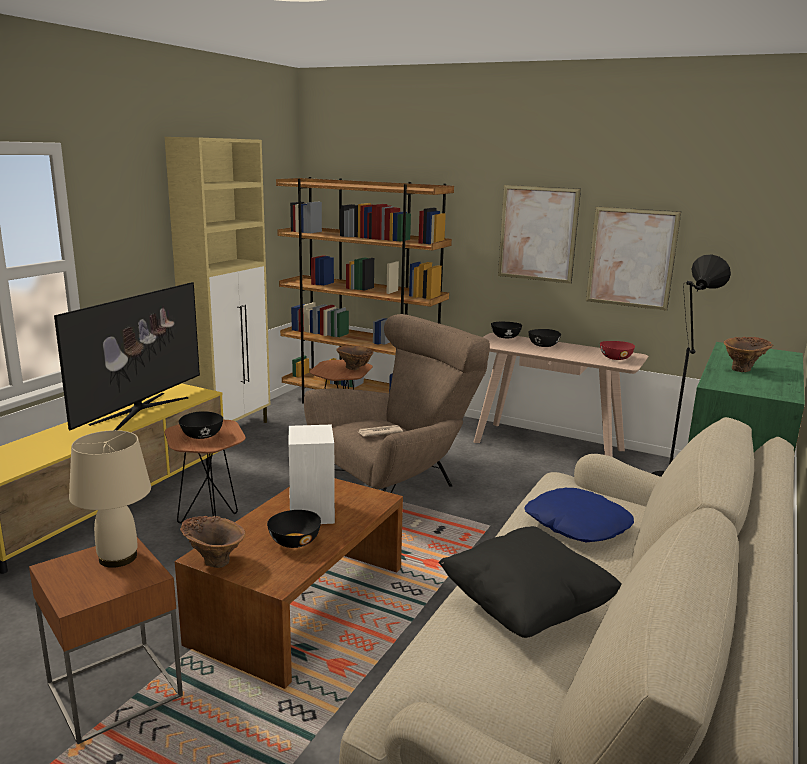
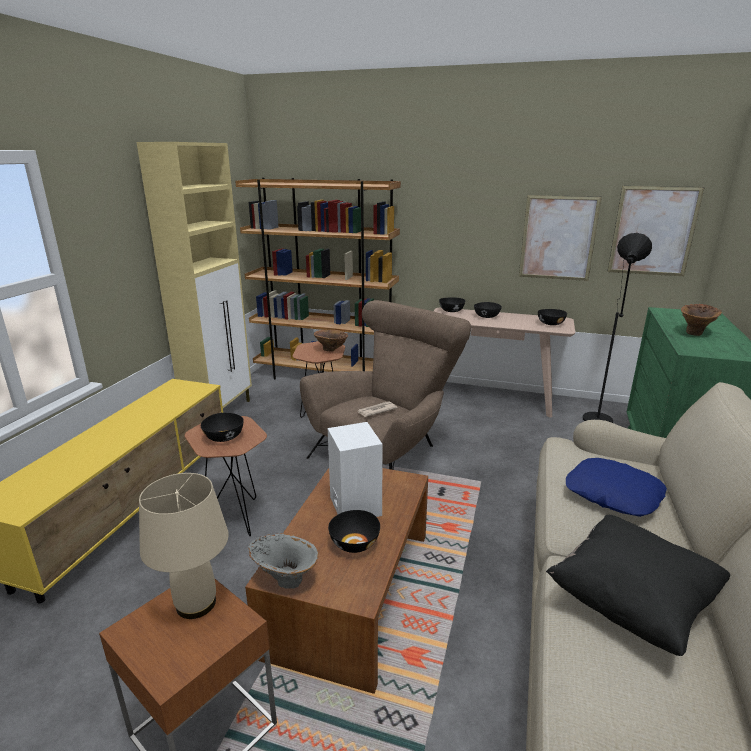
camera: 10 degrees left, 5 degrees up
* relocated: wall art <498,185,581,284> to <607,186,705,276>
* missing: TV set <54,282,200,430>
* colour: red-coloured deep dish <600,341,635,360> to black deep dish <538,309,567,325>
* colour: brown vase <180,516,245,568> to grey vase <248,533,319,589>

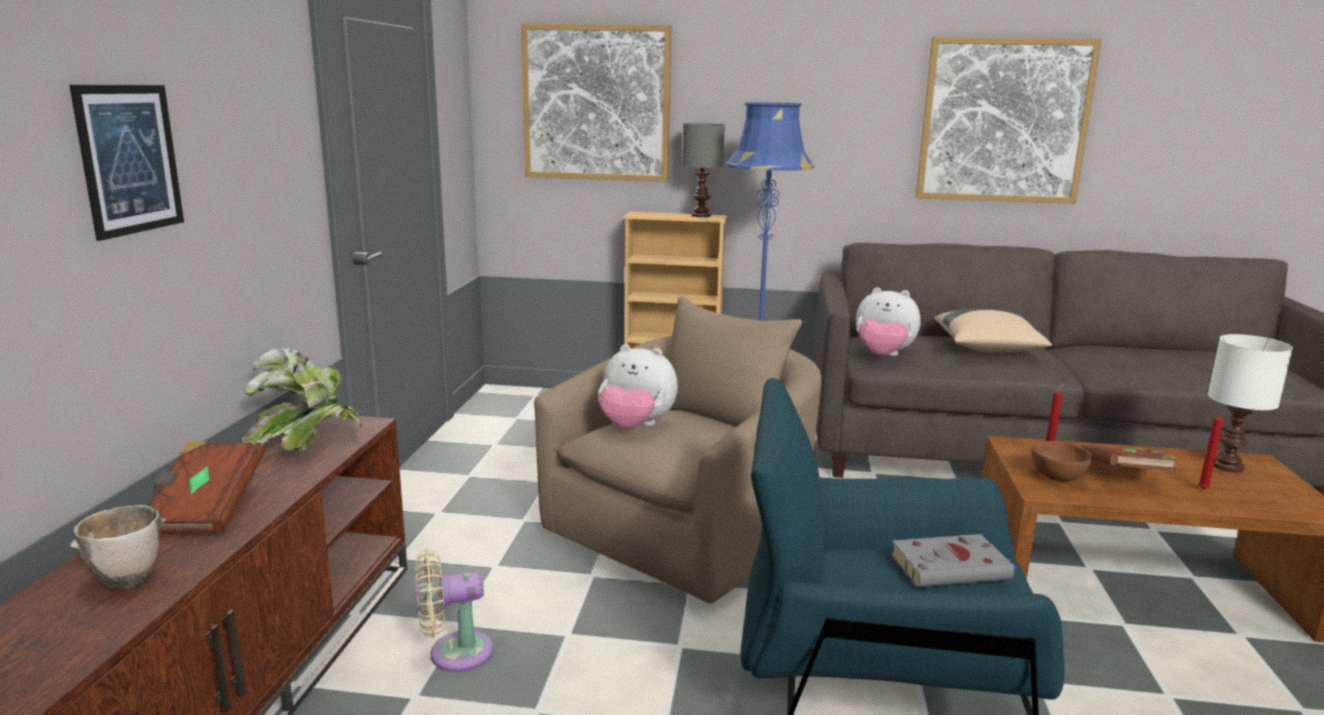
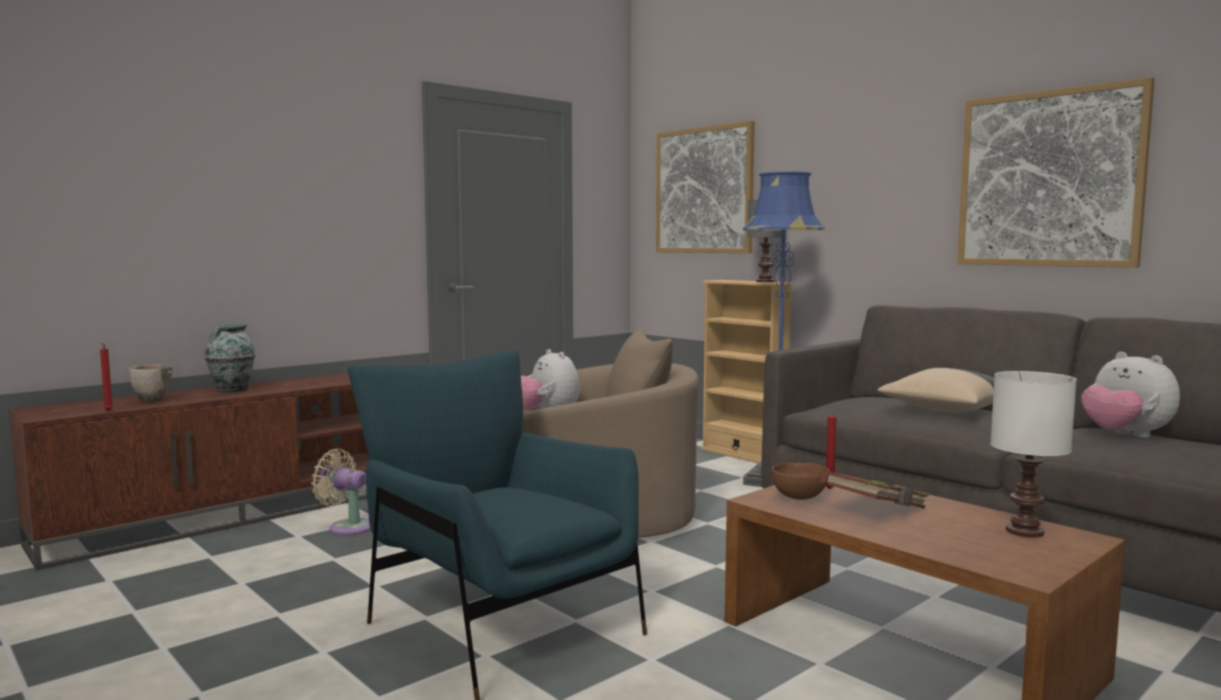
camera: 40 degrees right, 10 degrees down
* missing: wall art <69,85,184,241>
* relocated: plush toy <856,287,921,356> to <1081,352,1180,438>
* missing: plant in a pot <242,348,362,452>
* relocated: red-coloured candle <1198,412,1231,490> to <100,343,114,411>
* exchanged: brown bound book <148,441,265,534> to vase <205,324,255,392>
* missing: grey bound book <891,534,1018,587>

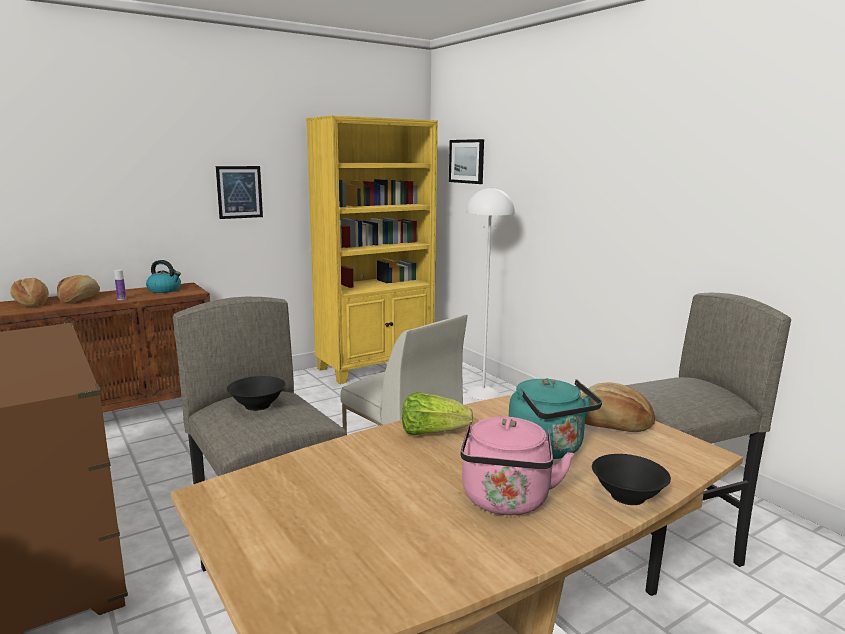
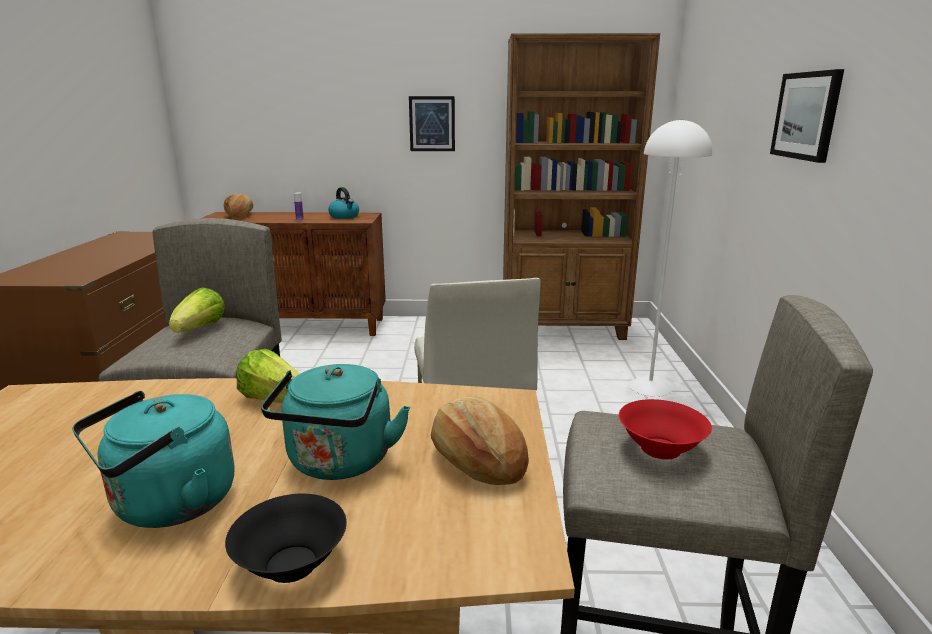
camera: 35 degrees right, 5 degrees up
* colour: yellowish bookshelf <306,115,438,384> to brown bookshelf <503,33,660,340>
* relocated: wall art <449,139,484,184> to <770,69,844,163>
* missing: bakery bread <57,275,100,304>
* exchanged: black deep dish <227,376,286,411> to lettuce head <169,287,225,333>
* colour: pinkish kettle <461,417,574,515> to blue-green kettle <72,391,235,528>
* appeared: red-coloured deep dish <619,399,712,460>

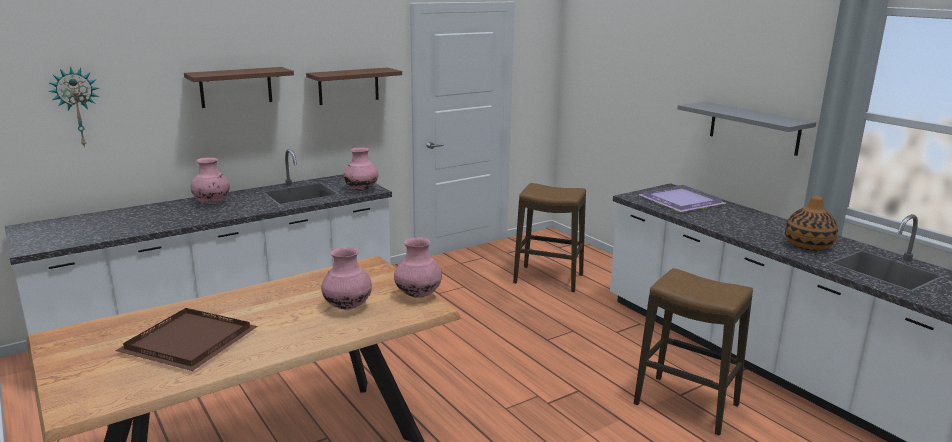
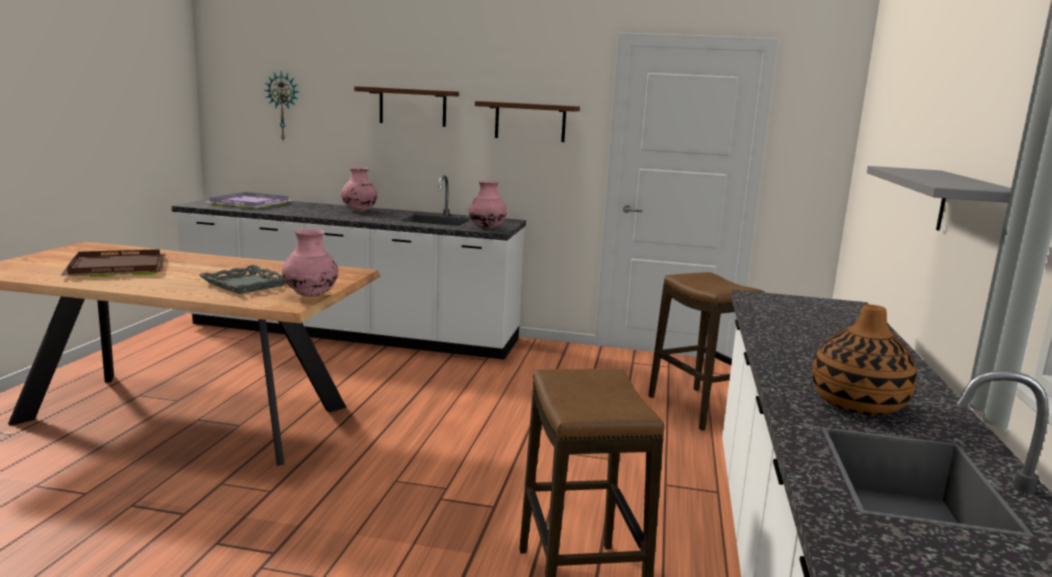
camera: 45 degrees right, 5 degrees down
* relocated: purple tray <639,185,726,213> to <207,192,293,208>
* exchanged: pinkish vase <321,247,372,309> to grey tray <199,265,286,294>

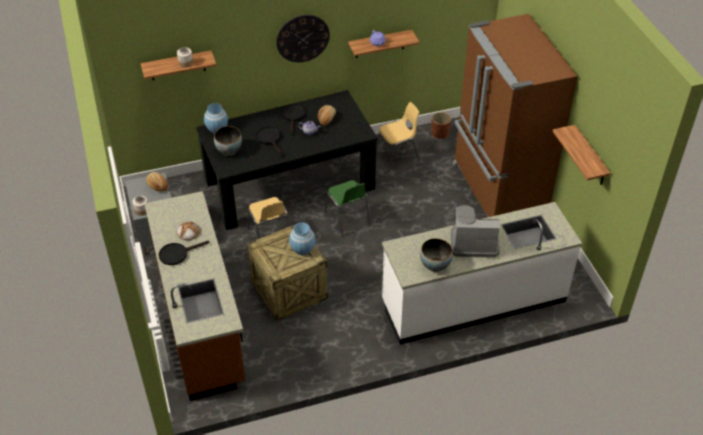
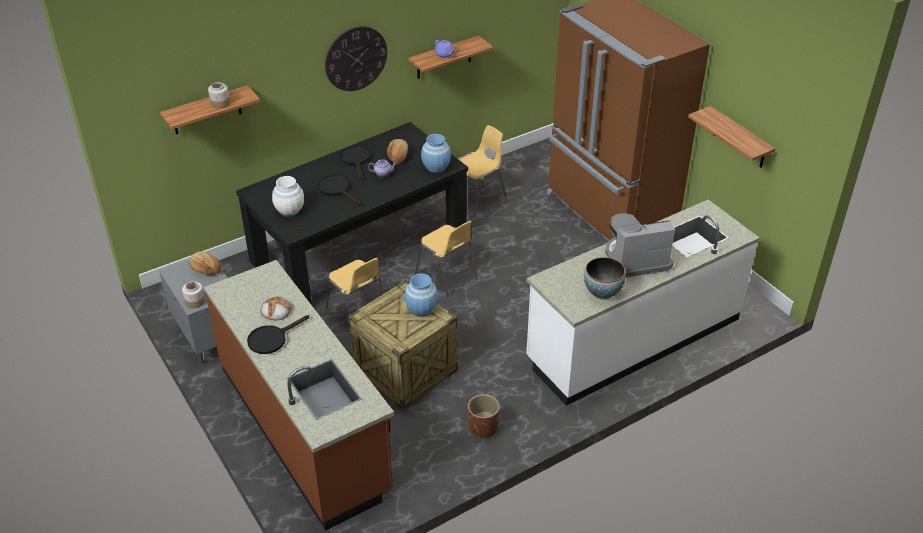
camera: 15 degrees left, 5 degrees down
* relocated: bluish vase <204,103,228,134> to <421,134,451,173>
* relocated: brown planter <431,112,451,139> to <468,394,500,438>
* exchanged: deep dish <214,126,242,156> to white vase <272,176,304,217>
* colour: greenish chair <324,180,371,237> to yellowish chair <415,221,478,297>

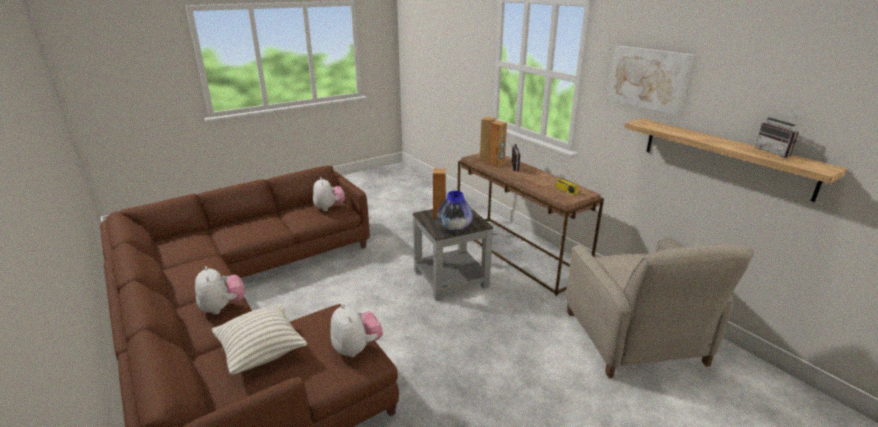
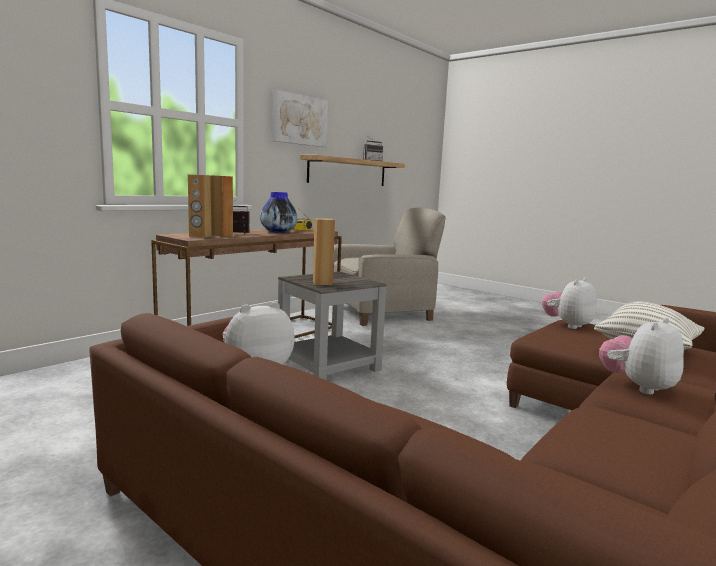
camera: 105 degrees left, 15 degrees down
* relocated: vase <437,191,473,231> to <260,192,298,233>

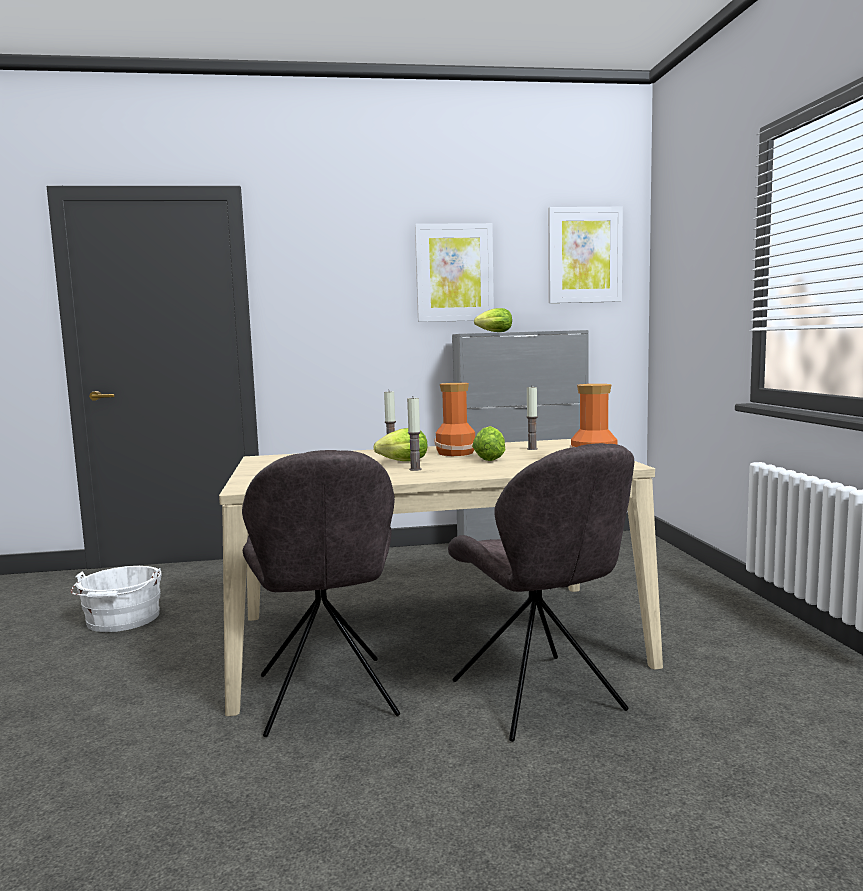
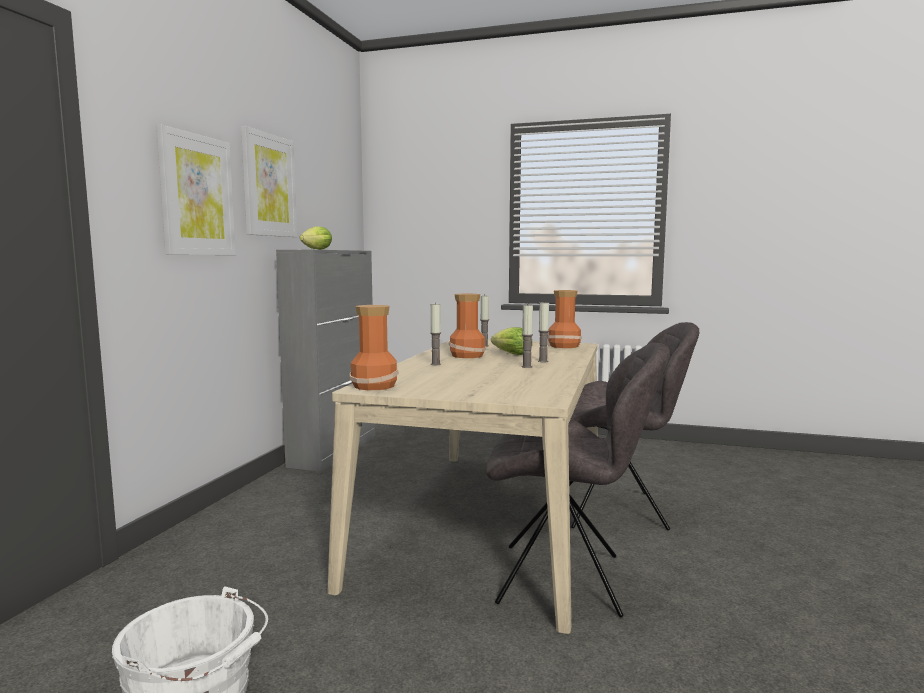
camera: 65 degrees left, 0 degrees up
* relocated: wall art <548,207,623,303> to <157,125,236,255>
* missing: lettuce head <374,428,427,461>
* appeared: candle <538,301,549,362>
* appeared: vase <350,305,399,390>

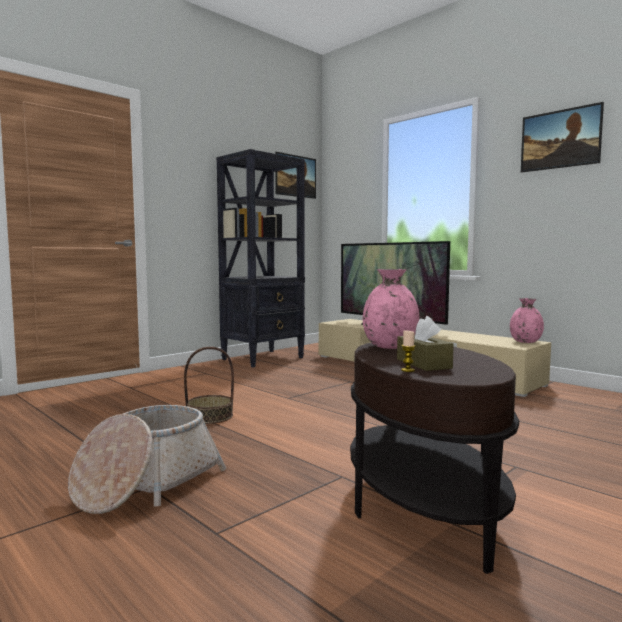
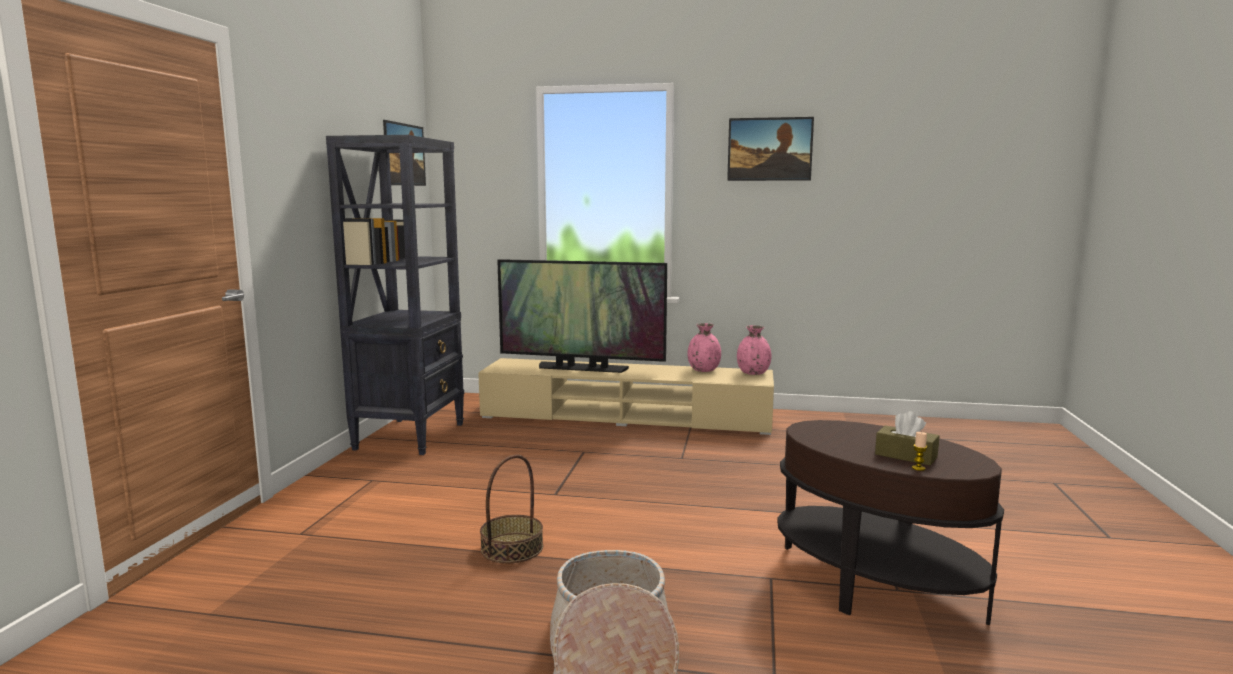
camera: 35 degrees left, 5 degrees up
* relocated: pinkish vase <363,269,419,349> to <688,323,721,372>

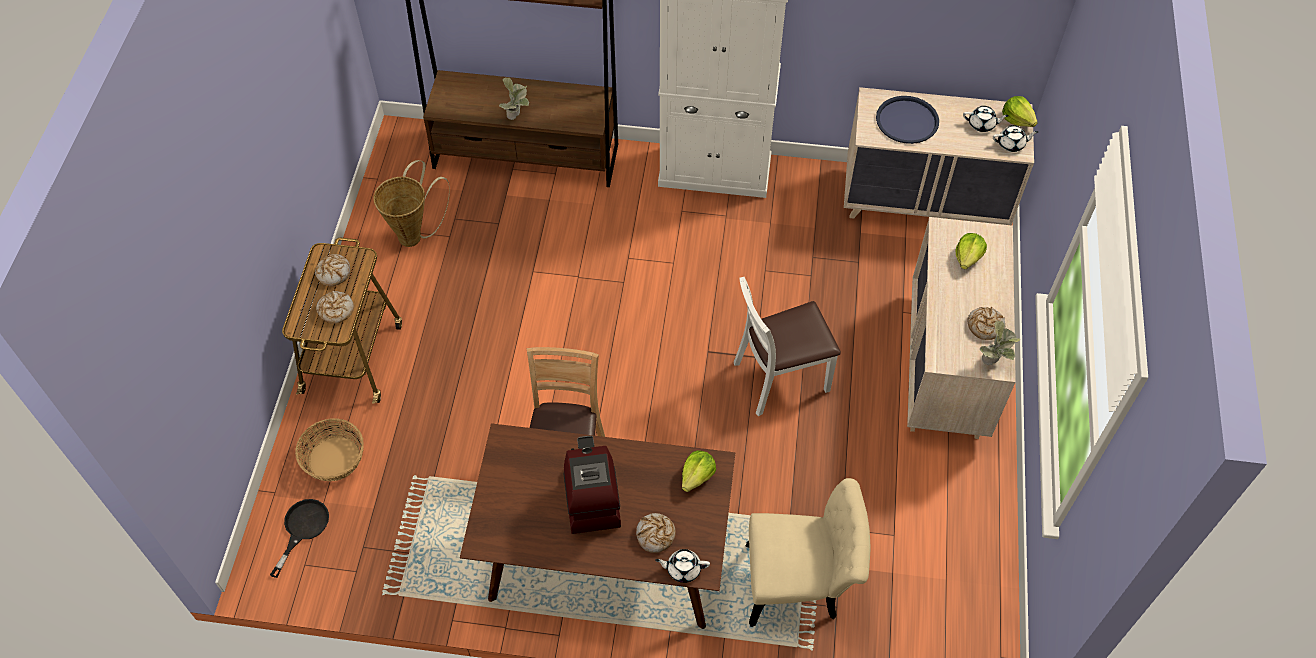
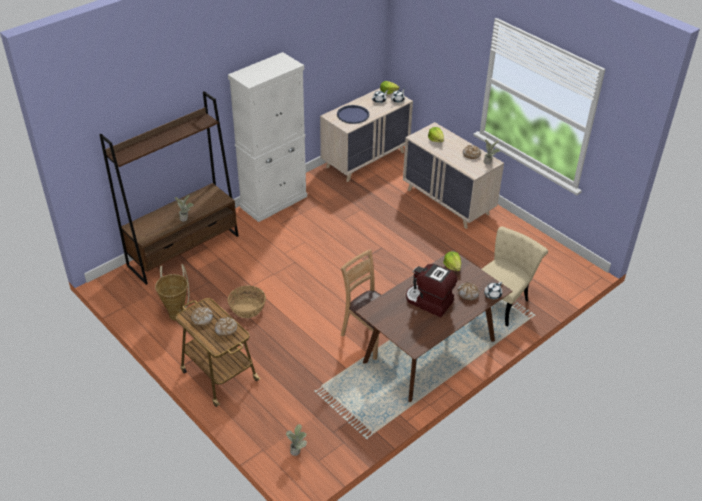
camera: 50 degrees left, 15 degrees down
* missing: white chair <734,277,841,417>
* relocated: storage basket <295,418,364,481> to <228,286,266,318>
* exchanged: black frying pan <270,499,329,578> to plant in a pot <286,424,307,456>

